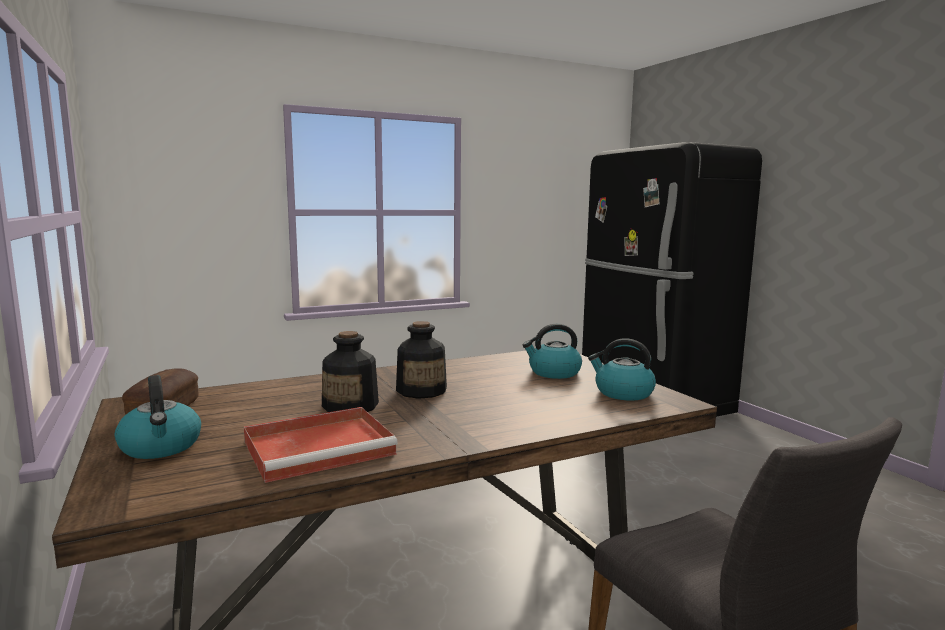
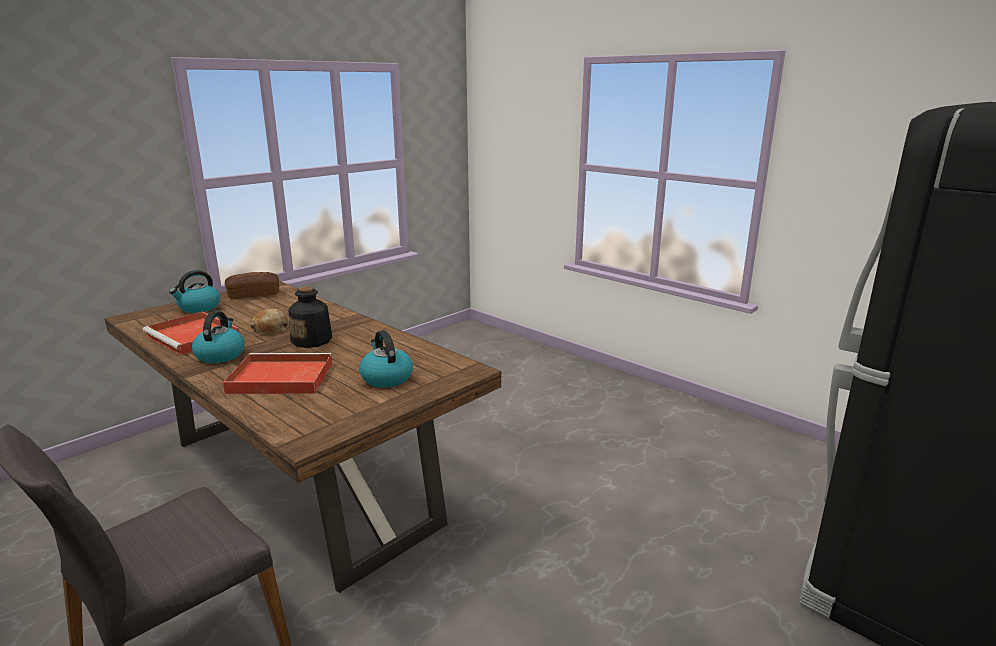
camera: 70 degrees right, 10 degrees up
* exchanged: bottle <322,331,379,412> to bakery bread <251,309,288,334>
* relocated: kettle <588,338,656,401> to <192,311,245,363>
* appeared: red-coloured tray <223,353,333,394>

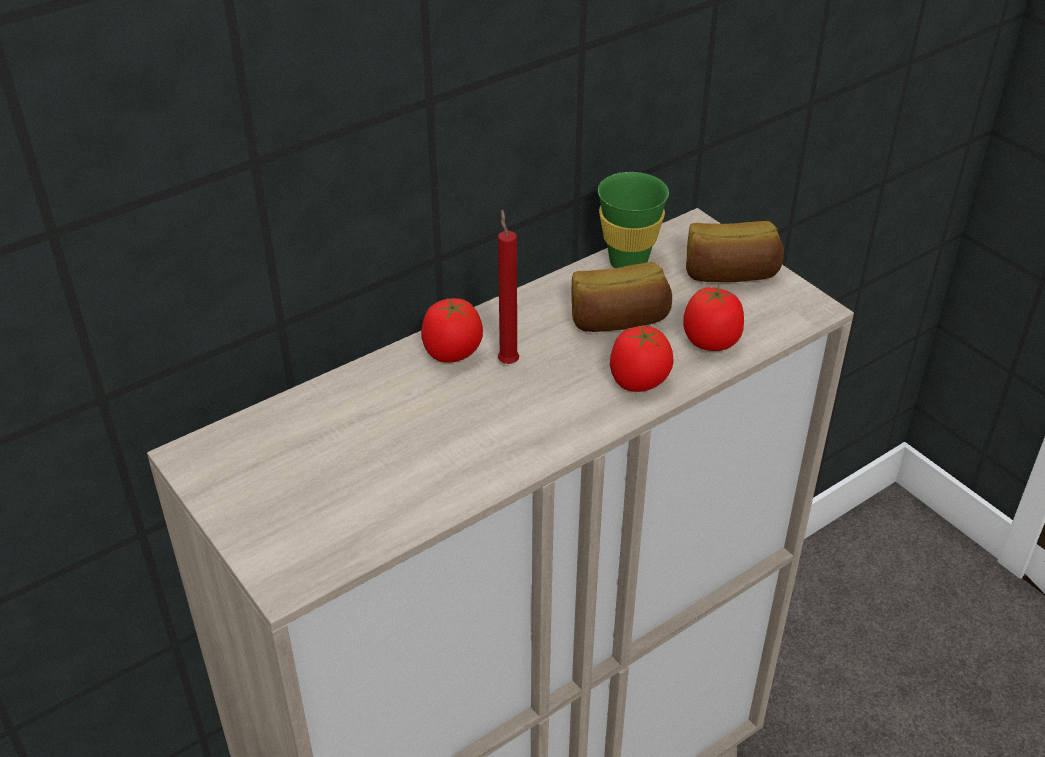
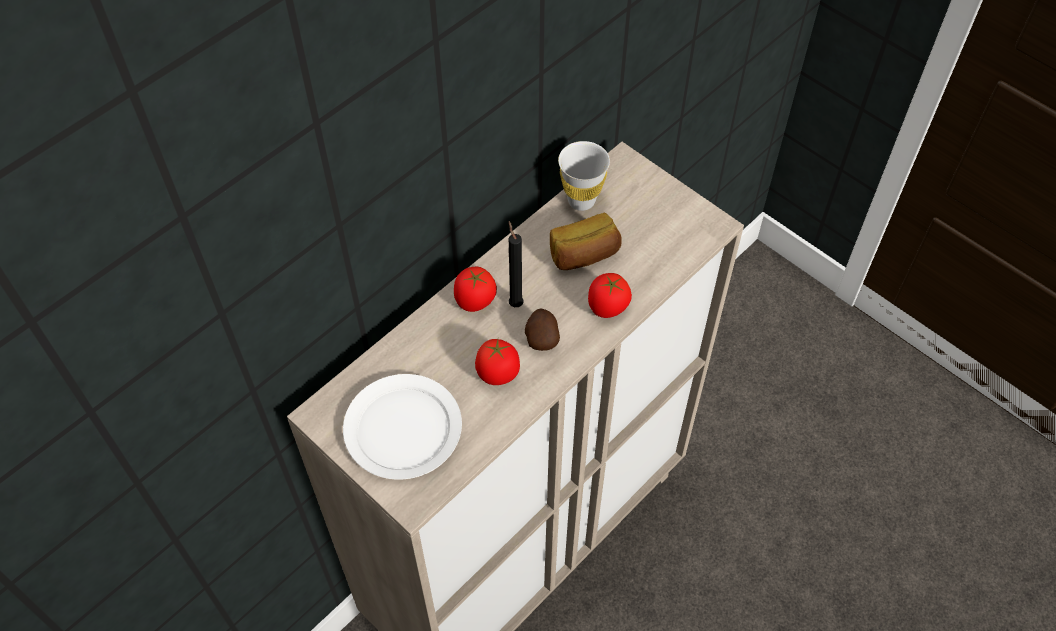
camera: 10 degrees left, 15 degrees up
* colour: greenish cup <598,172,669,268> to white cup <558,141,610,211>
* colour: red-coloured candle <498,209,519,364> to black candle <509,221,524,307>
* missing: bakery bread <686,221,784,282>
* relocated: fresh tomato <683,285,744,351> to <475,339,520,385>
* appeared: potato <525,308,560,351>
* appeared: white dinner plate <343,374,462,480>

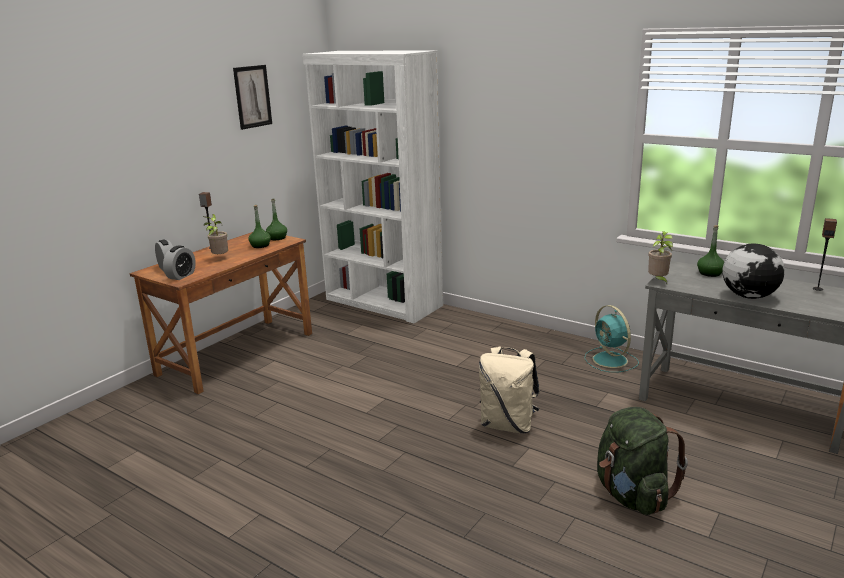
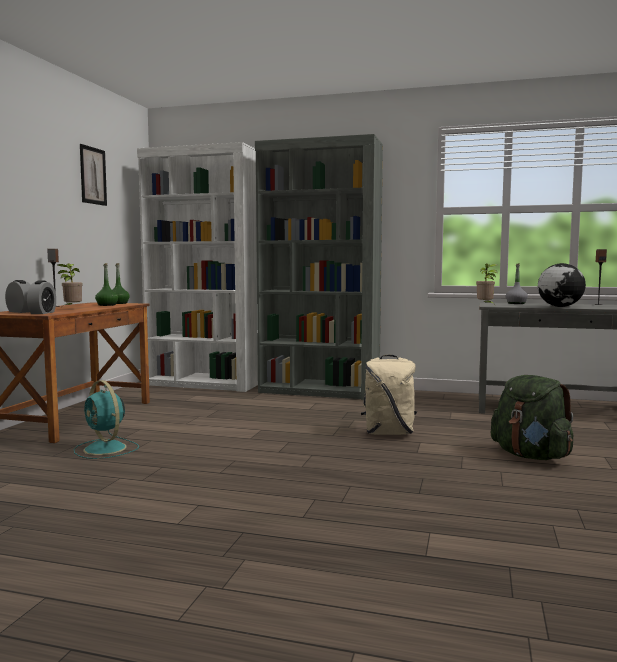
camera: 20 degrees left, 15 degrees down
* colour: greenish bottle <697,225,724,277> to grey bottle <506,263,528,304>
* relocated: blue-green cooling fan <584,305,639,372> to <74,380,139,459>
* appeared: grey bookshelf <255,134,383,400>

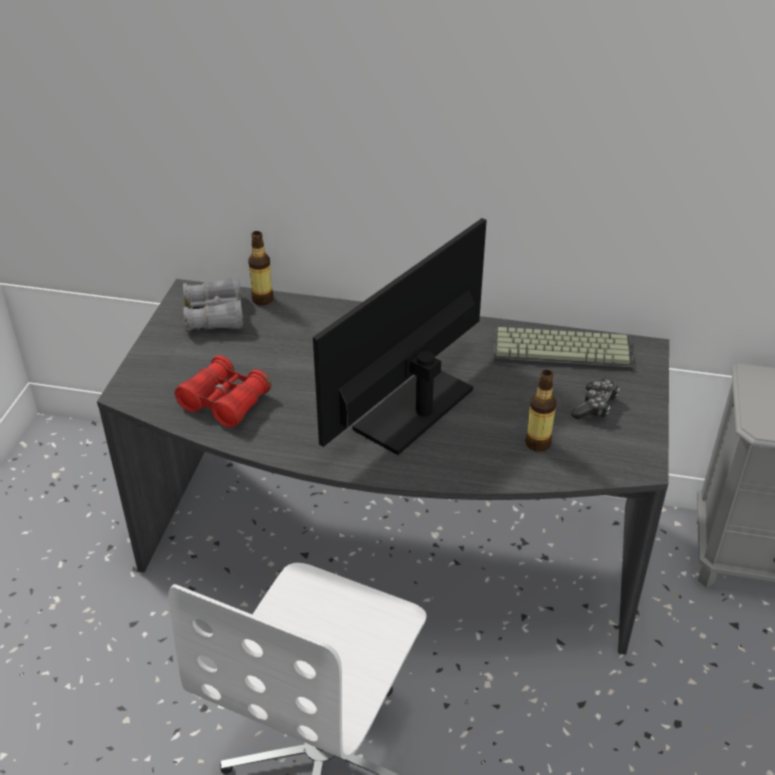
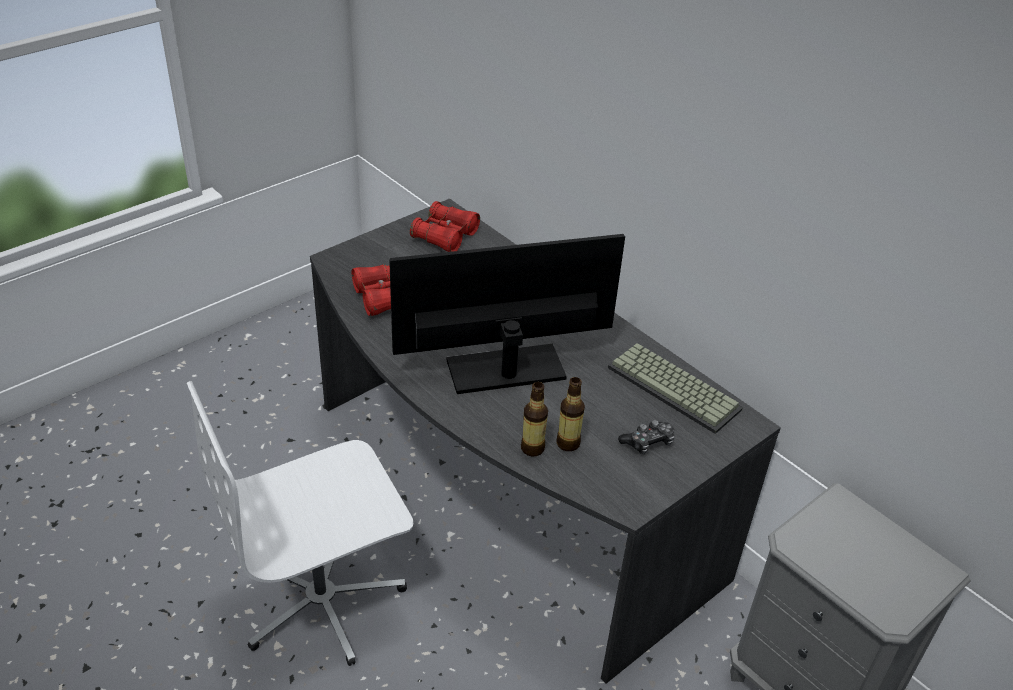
camera: 35 degrees right, 0 degrees up
* relocated: bottle <248,231,274,305> to <521,382,548,456>
* colour: grey binoculars <183,277,244,332> to red-coloured binoculars <410,201,480,252>

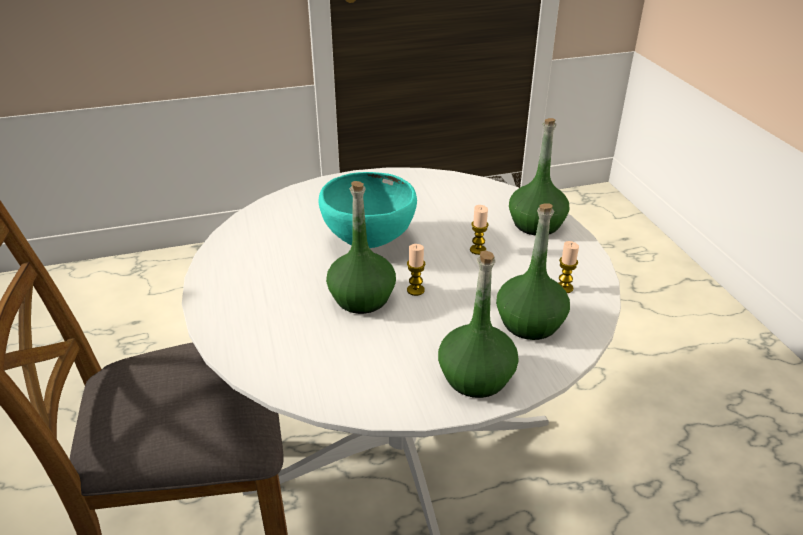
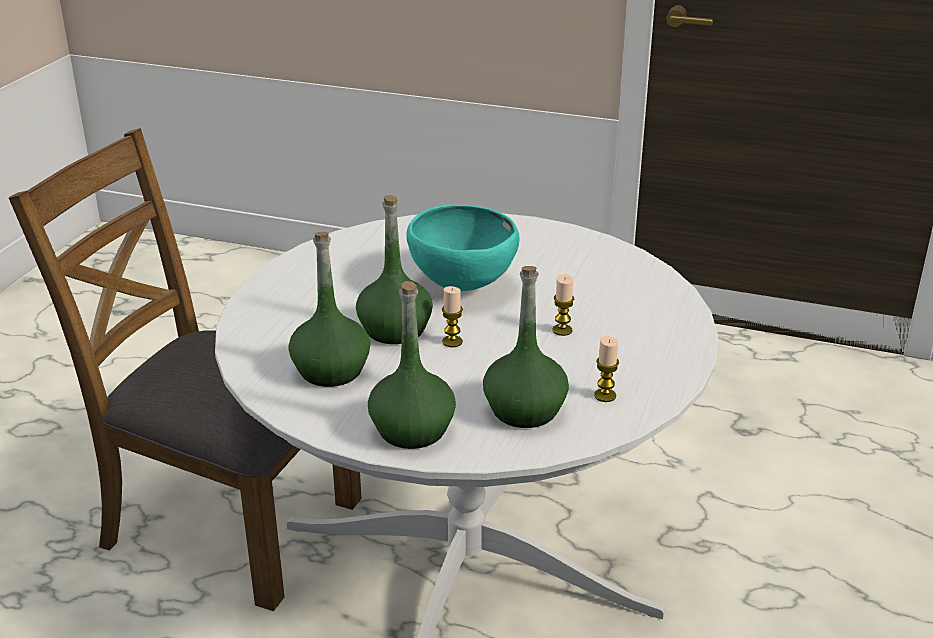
camera: 35 degrees right, 5 degrees down
* relocated: greenish bottle <509,118,569,235> to <288,232,370,387>

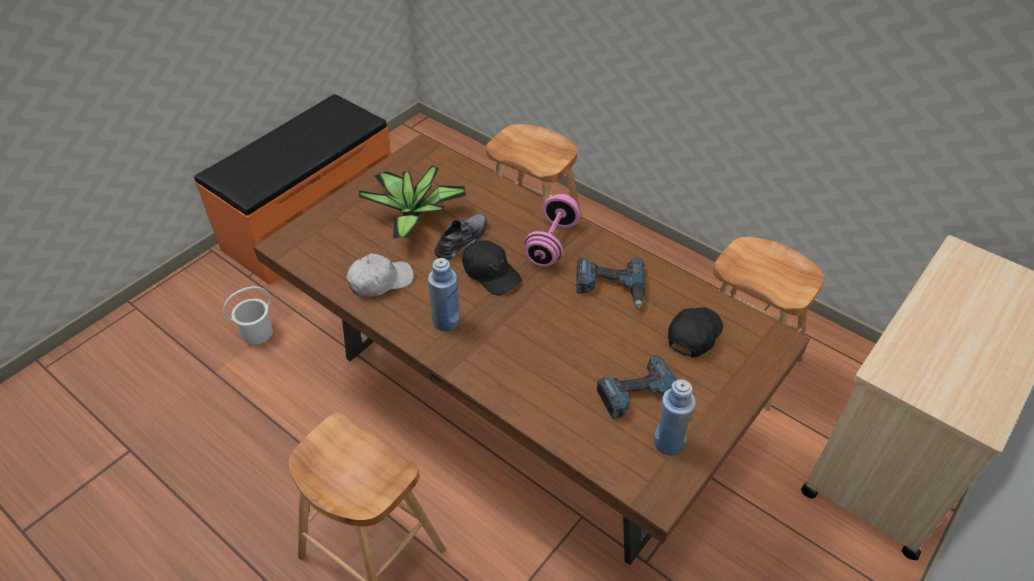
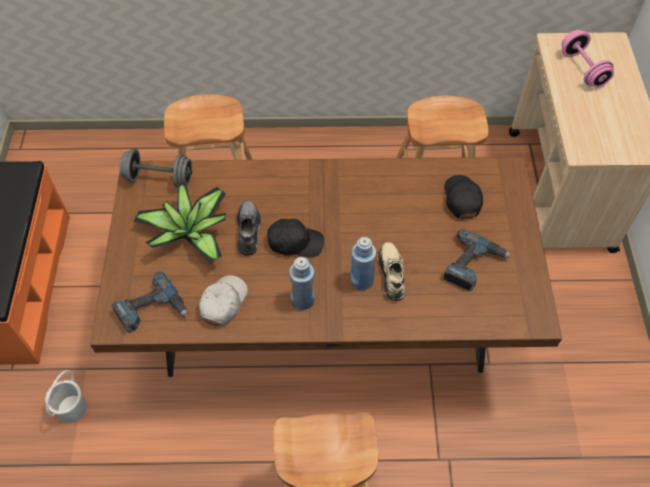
camera: 40 degrees left, 10 degrees up
* relocated: pinkish hand weight <524,194,580,267> to <562,30,614,88>
* relocated: drill <576,257,646,309> to <111,272,188,333>
* relocated: bluish bottle <654,379,696,456> to <350,237,376,290>
* appeared: grey hand weight <120,149,192,188>
* appeared: sand-coloured low shoe <379,242,405,301>

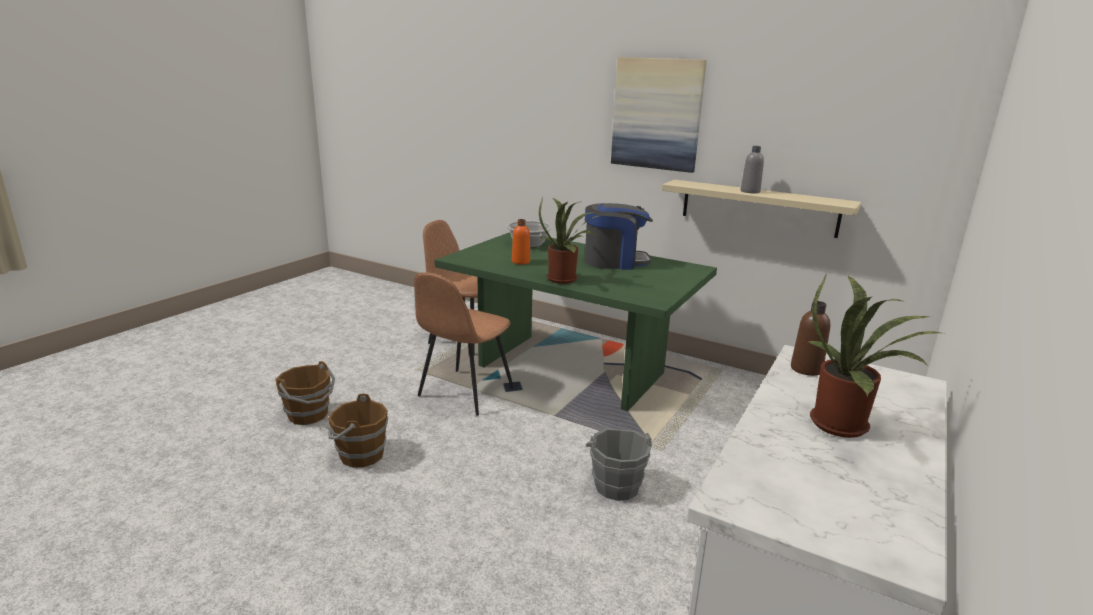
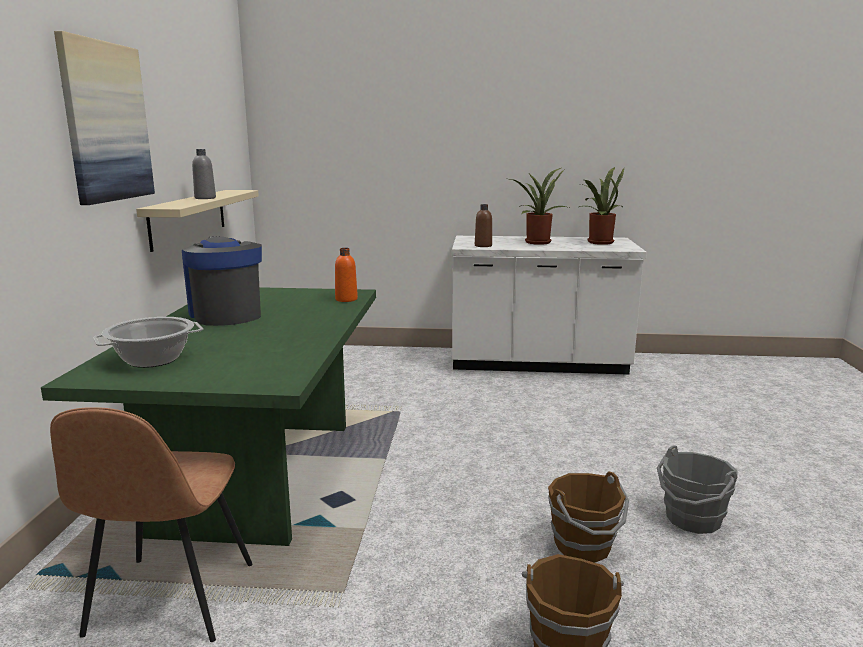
camera: 115 degrees left, 5 degrees down
* relocated: plant in a pot <539,196,599,284> to <579,167,624,245>
* relocated: orangey bottle <512,219,530,264> to <335,248,358,302>
* missing: brown chair <414,272,514,416>
* relocated: grey pail <586,429,652,501> to <657,445,737,534>

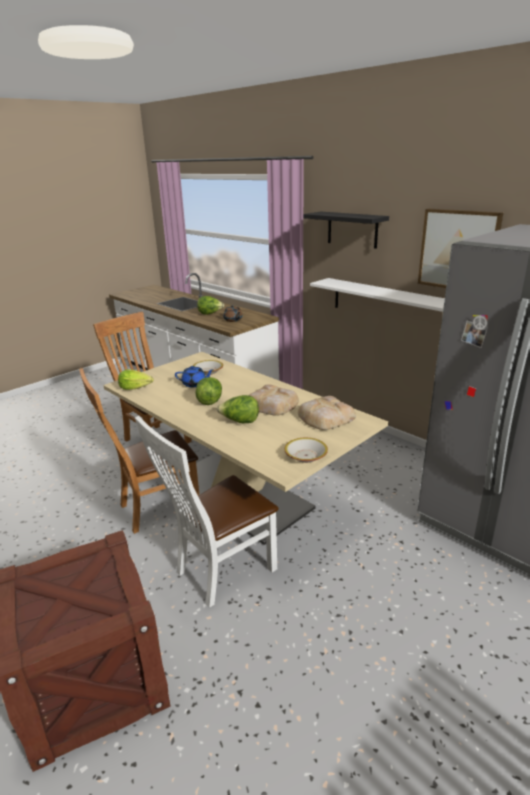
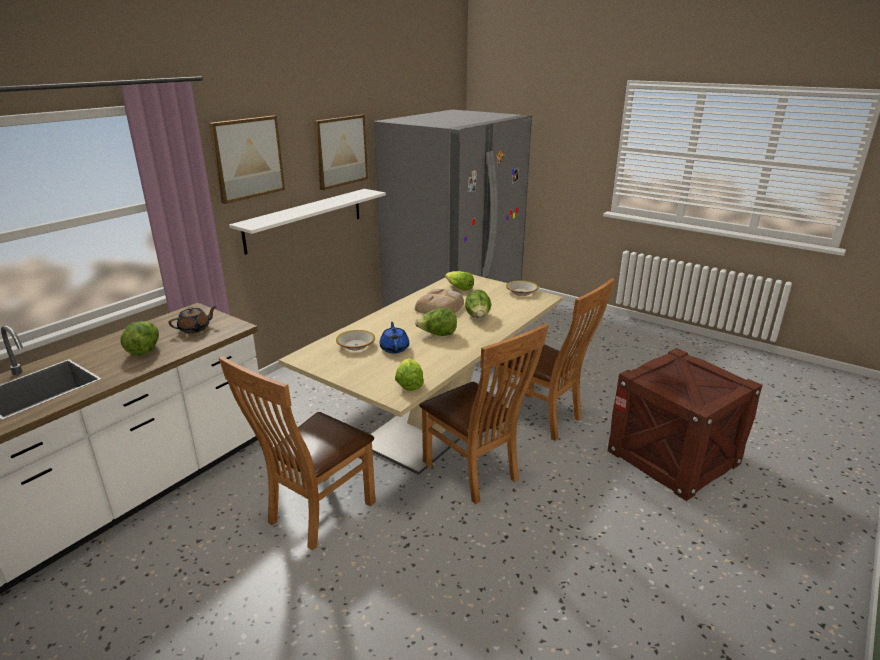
camera: 100 degrees left, 0 degrees up
* exchanged: black wall shelf <303,212,389,249> to wall art <209,116,285,204>
* exchanged: bakery bread <298,396,356,430> to lettuce head <445,271,474,291>
* colour: white chair <135,416,279,608> to brown chair <497,278,615,441>

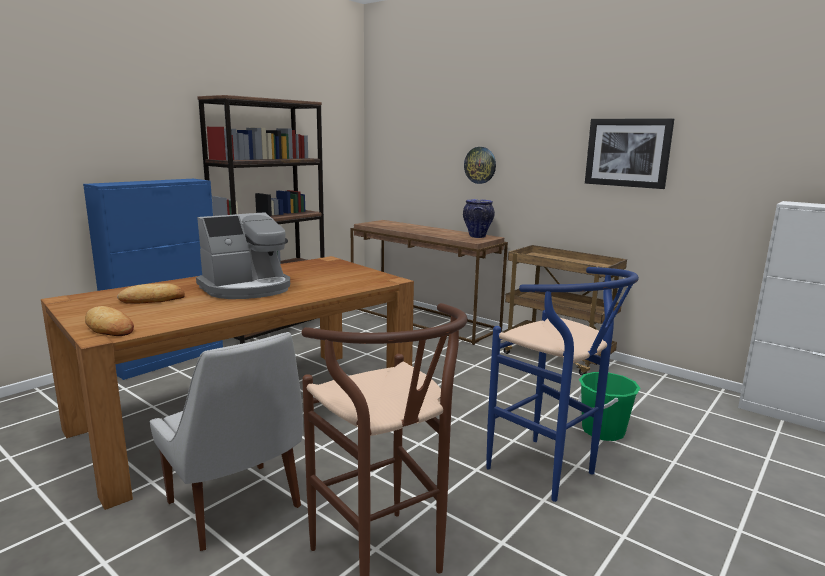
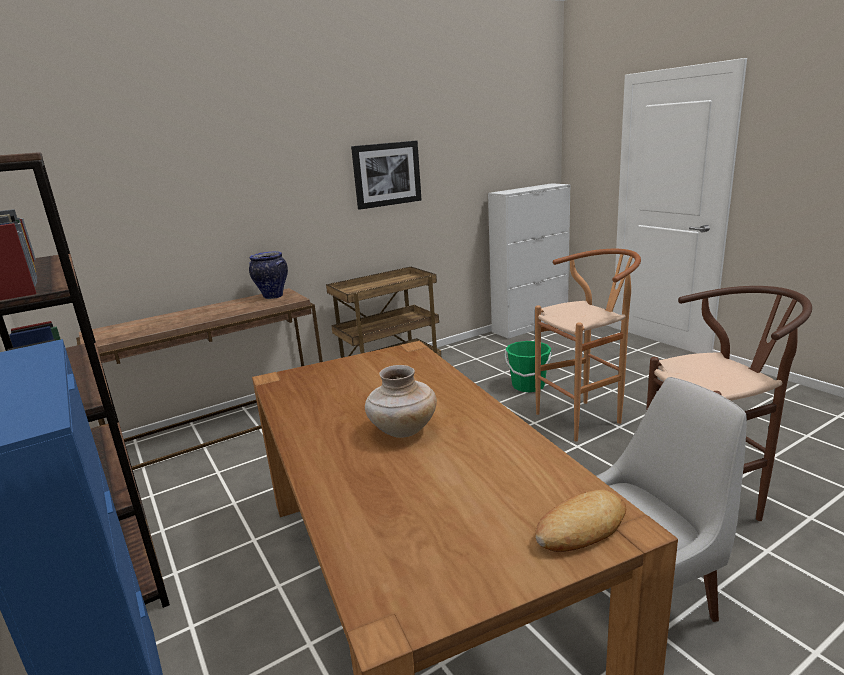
camera: 70 degrees left, 5 degrees up
* missing: clock on the wall <464,147,496,184>
* exchanged: coffee maker <196,212,290,299> to sand-coloured vase <365,365,437,438>
* colour: bluish sitting stool <486,267,639,502> to brown sitting stool <535,249,641,442>
* missing: bakery bread <117,283,185,304>

